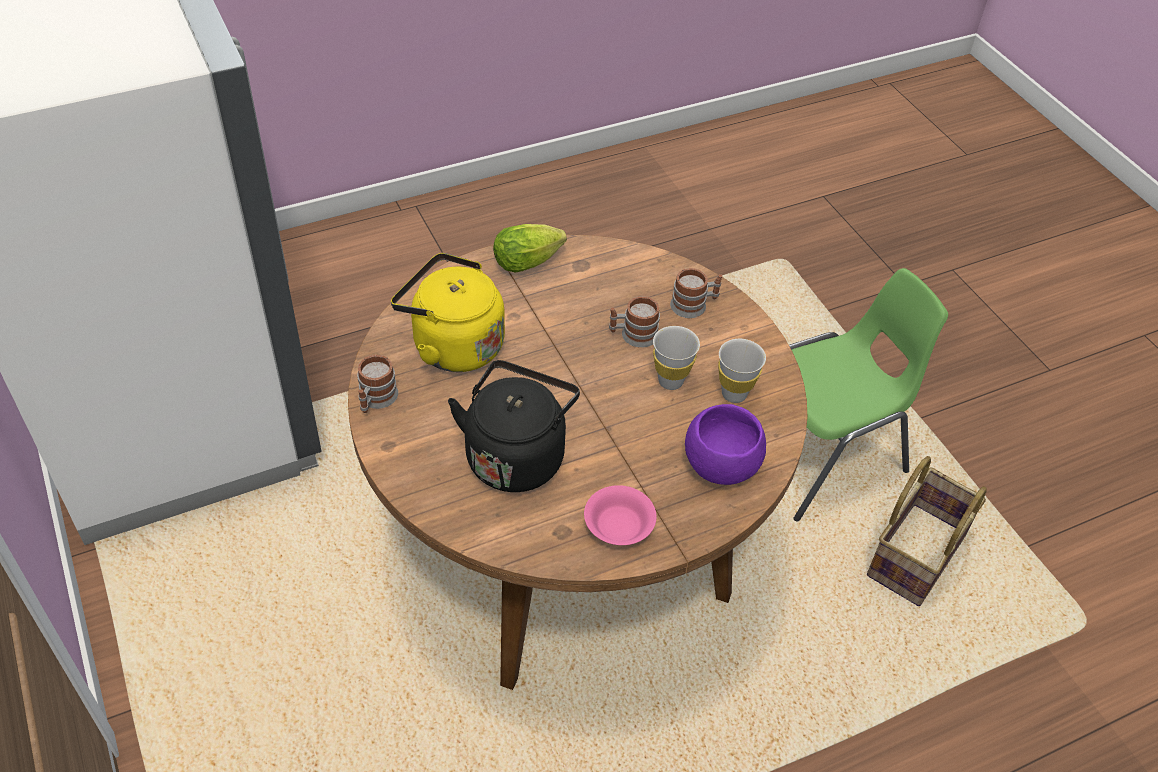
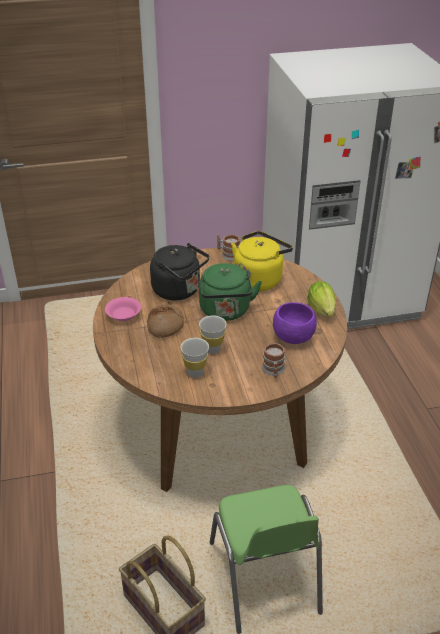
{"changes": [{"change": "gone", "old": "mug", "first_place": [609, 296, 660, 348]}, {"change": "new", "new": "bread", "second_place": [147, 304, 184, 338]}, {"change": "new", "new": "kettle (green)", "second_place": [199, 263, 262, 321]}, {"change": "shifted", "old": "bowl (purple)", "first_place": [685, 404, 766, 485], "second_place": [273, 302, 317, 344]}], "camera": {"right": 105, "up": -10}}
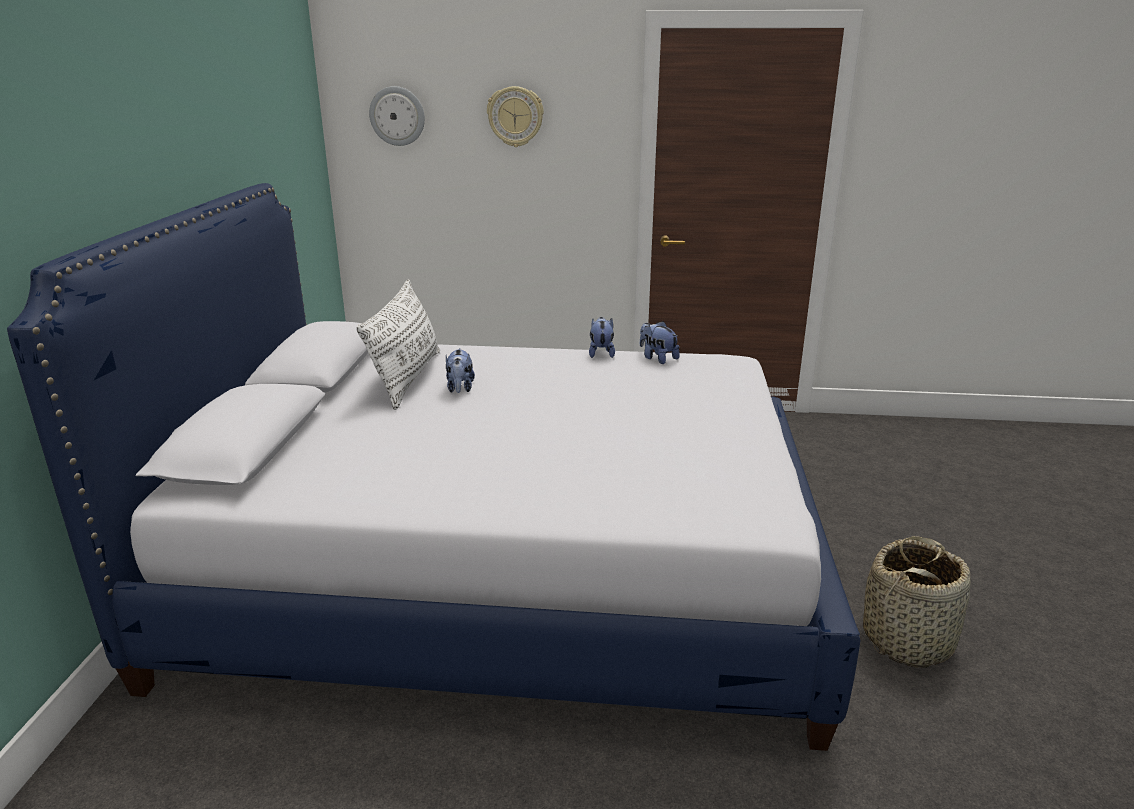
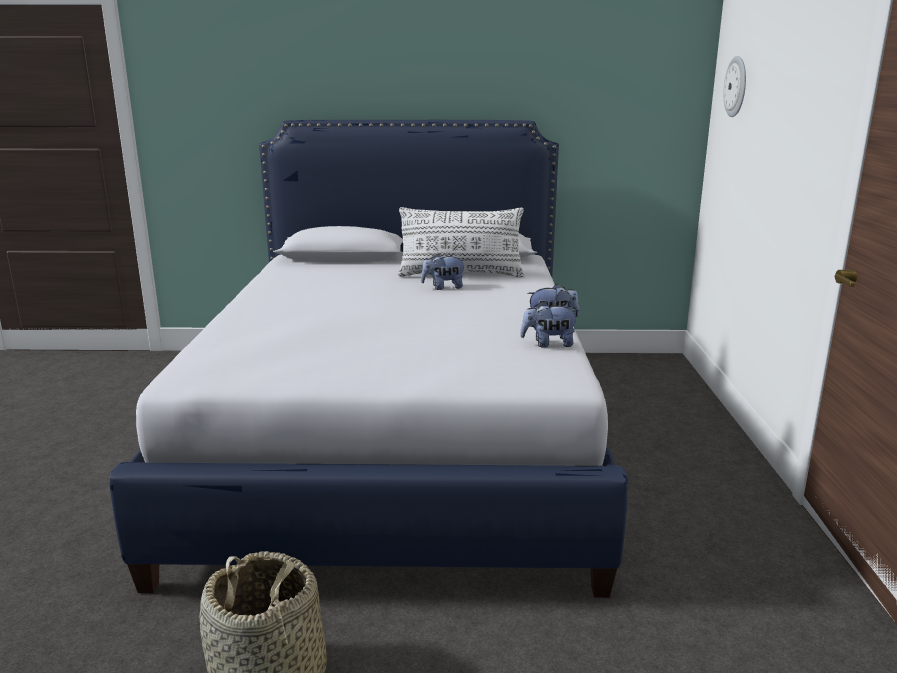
{"changes": [{"change": "gone", "old": "wall clock", "first_place": [487, 86, 544, 147]}, {"change": "rotated", "old": "plush toy", "first_place": [640, 321, 680, 364], "second_place": [520, 301, 580, 348], "degrees": -135}], "camera": {"right": 85, "up": -5}}
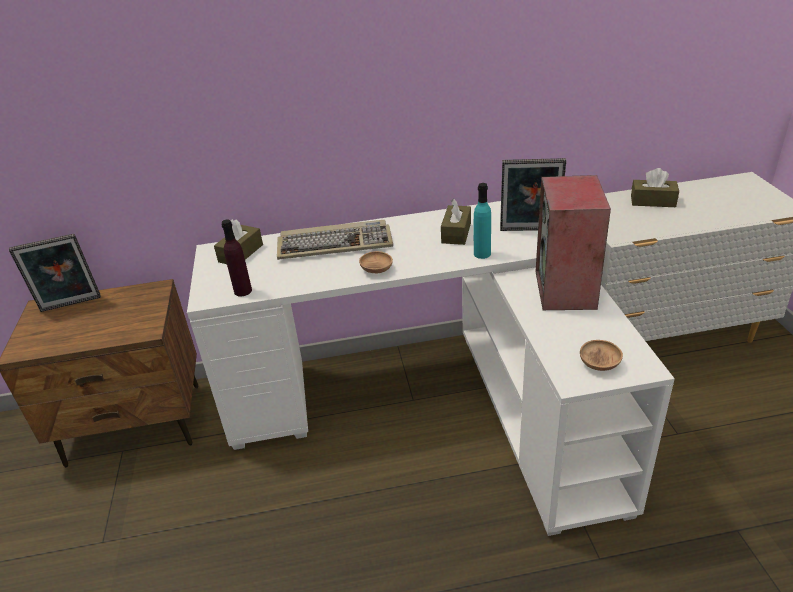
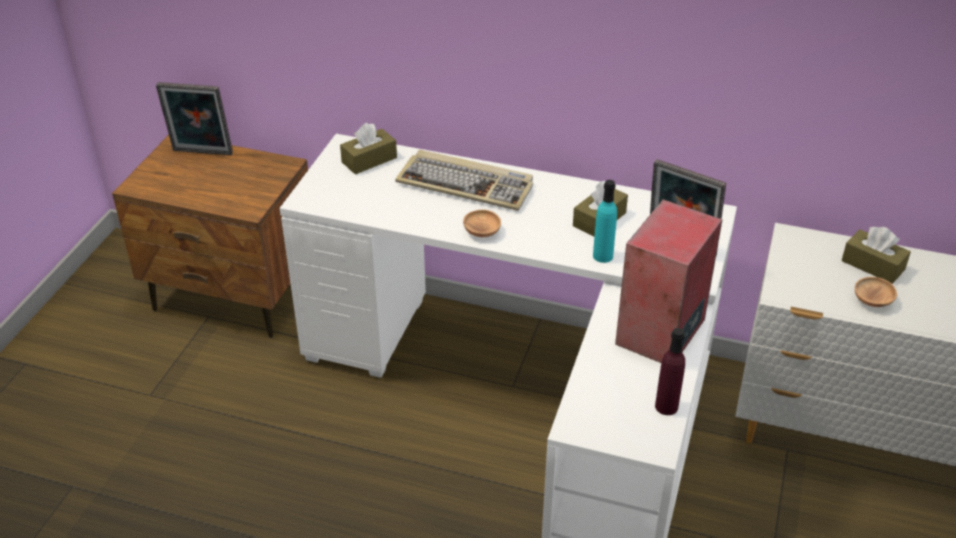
{"changes": [{"change": "shifted", "old": "bottle (purple)", "first_place": [221, 219, 252, 297], "second_place": [655, 328, 685, 415]}, {"change": "shifted", "old": "bowl (brown)", "first_place": [580, 340, 623, 371], "second_place": [855, 277, 897, 307]}], "camera": {"right": 25, "up": 5}}
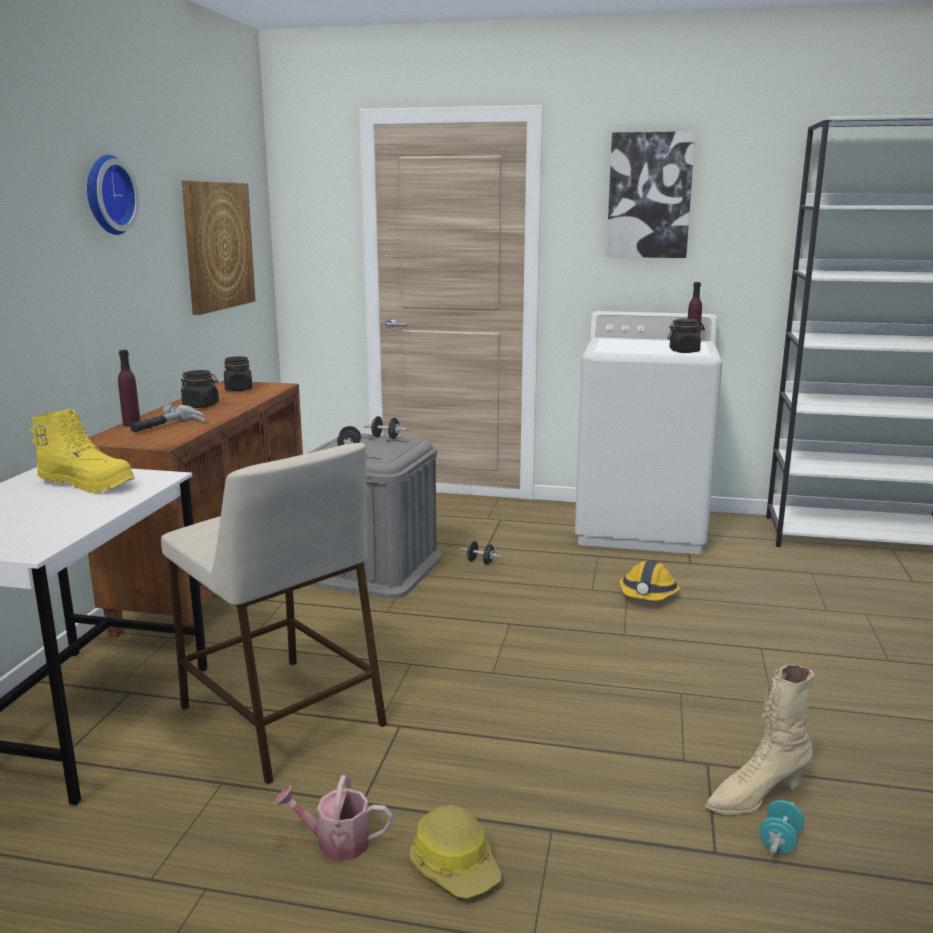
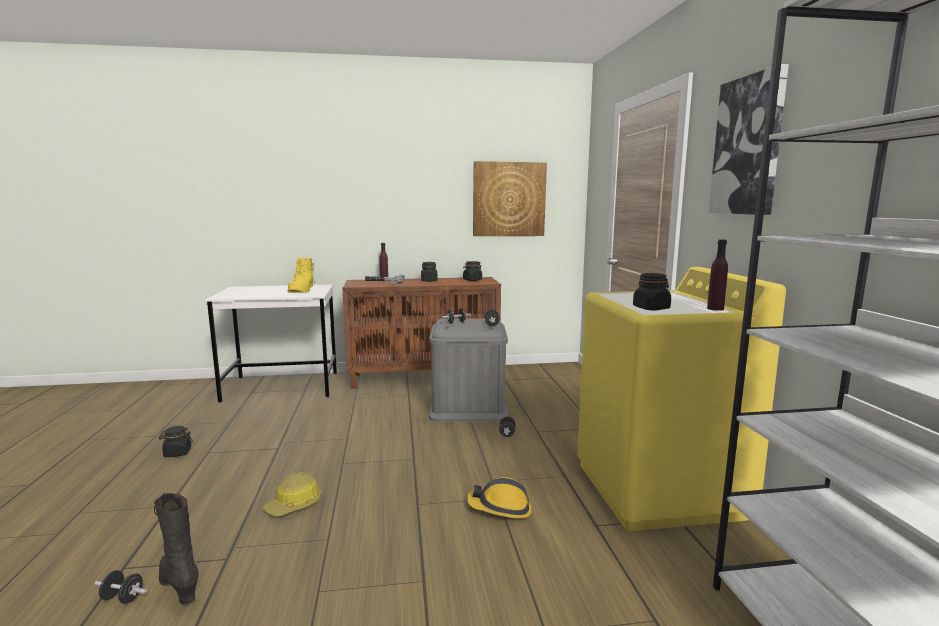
{"changes": [{"change": "gone", "old": "wall clock", "first_place": [87, 155, 139, 235]}, {"change": "gone", "old": "stool (beige)", "first_place": [161, 443, 387, 785]}, {"change": "shifted", "old": "hard hat", "first_place": [410, 804, 502, 899], "second_place": [263, 472, 321, 516]}, {"change": "swapped", "old": "watering can", "new": "jar (black)", "first_place": [275, 775, 392, 861], "second_place": [159, 426, 193, 457]}, {"change": "repainted", "old": "washing machine (white)", "new": "washing machine (yellow)", "first_place": [575, 311, 723, 554], "second_place": [578, 267, 786, 531]}, {"change": "repainted", "old": "boot (beige)", "new": "boot (black)", "first_place": [705, 665, 814, 815], "second_place": [154, 493, 199, 605]}, {"change": "repainted", "old": "dumbbell (turquoise)", "new": "dumbbell (black)", "first_place": [759, 800, 804, 853], "second_place": [95, 570, 147, 604]}], "camera": {"right": 70, "up": -5}}
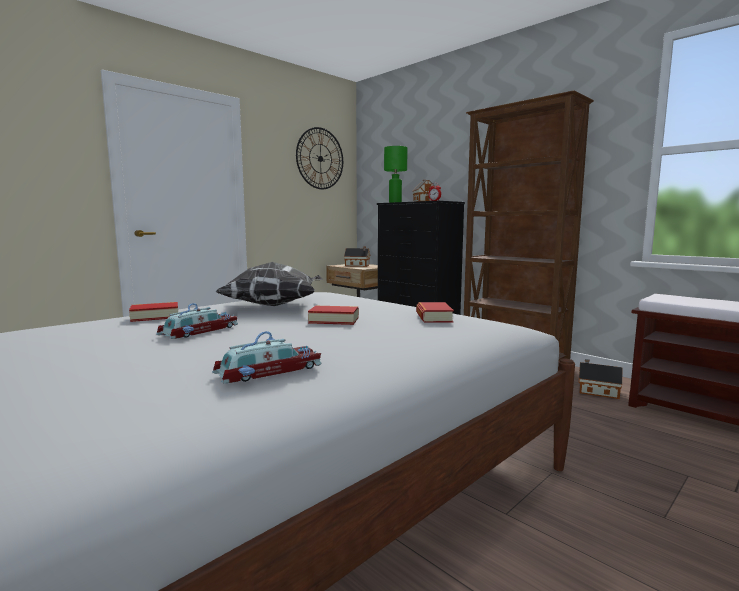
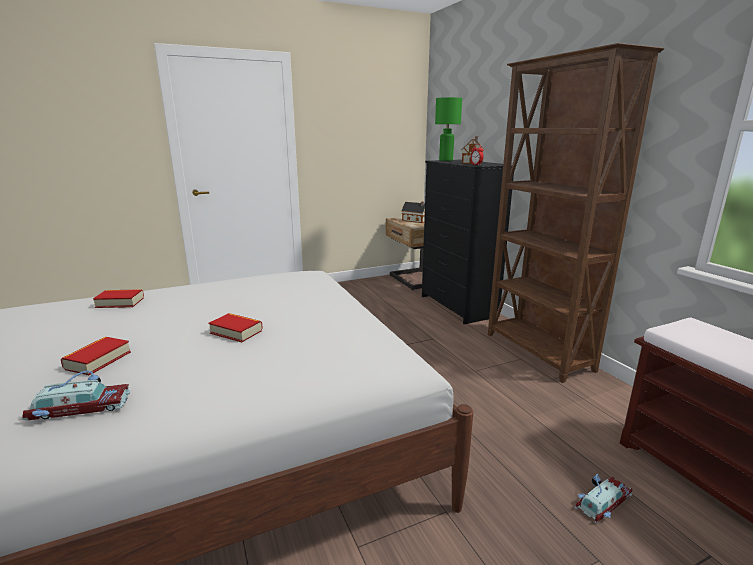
{"changes": [{"change": "gone", "old": "pillow", "first_place": [215, 262, 323, 306]}, {"change": "gone", "old": "wall clock", "first_place": [296, 127, 343, 189]}, {"change": "gone", "old": "toy house", "first_place": [579, 359, 623, 399]}, {"change": "shifted", "old": "toy car", "first_place": [156, 303, 238, 339], "second_place": [575, 474, 633, 523]}, {"change": "shifted", "old": "book", "first_place": [416, 302, 454, 323], "second_place": [61, 337, 131, 375]}], "camera": {"right": 20, "up": 10}}
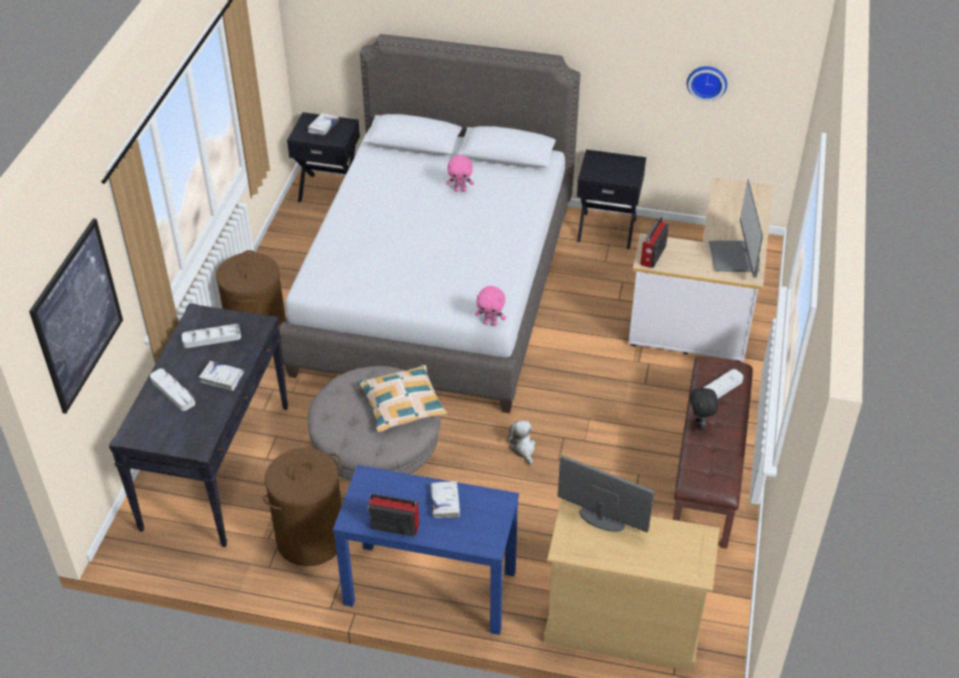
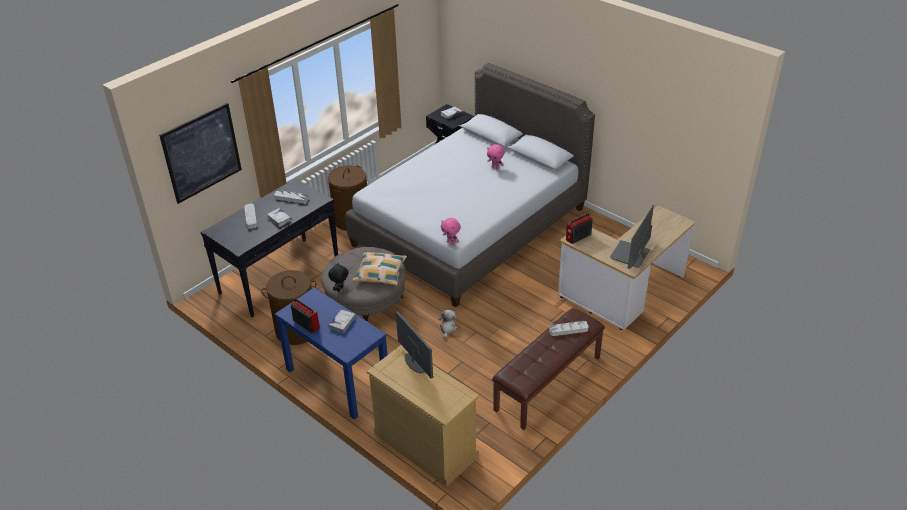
{"changes": [{"change": "gone", "old": "nightstand (black)", "first_place": [577, 149, 646, 249]}, {"change": "gone", "old": "wall clock", "first_place": [687, 66, 727, 102]}, {"change": "shifted", "old": "plush toy (black)", "first_place": [690, 385, 718, 430], "second_place": [329, 262, 349, 292]}], "camera": {"right": 30, "up": -5}}
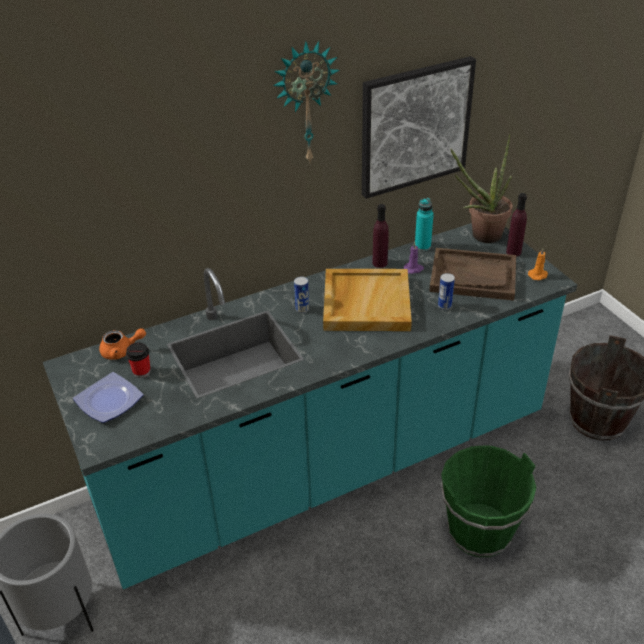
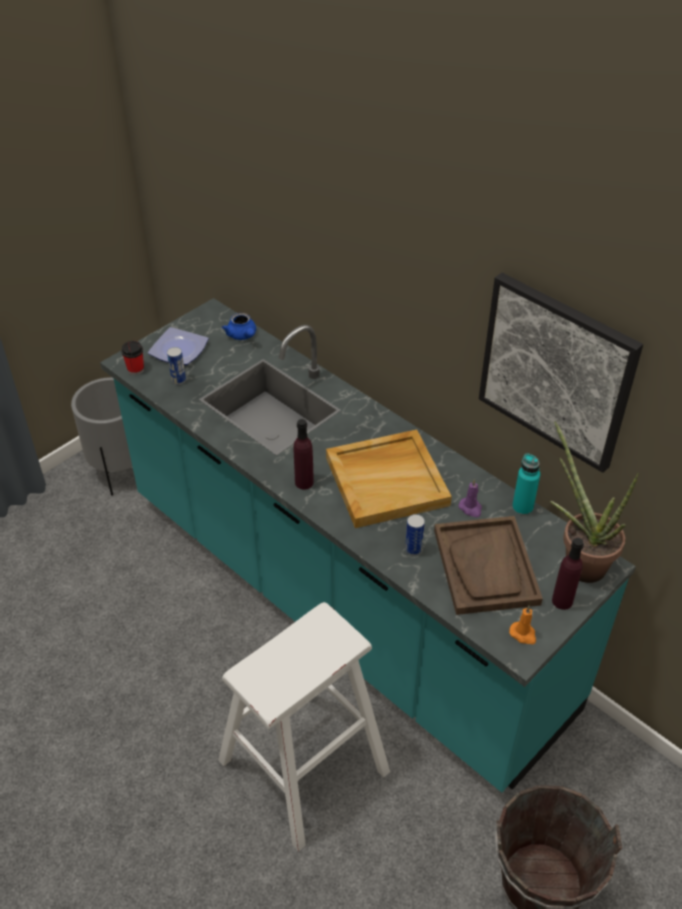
{"changes": [{"change": "gone", "old": "wall clock", "first_place": [273, 41, 340, 164]}, {"change": "shifted", "old": "cup", "first_place": [126, 342, 150, 378], "second_place": [121, 341, 144, 375]}, {"change": "shifted", "old": "can", "first_place": [294, 277, 309, 313], "second_place": [167, 347, 186, 385]}, {"change": "shifted", "old": "bottle (purple)", "first_place": [372, 204, 389, 268], "second_place": [294, 419, 314, 489]}, {"change": "swapped", "old": "bucket (green)", "new": "stool (white)", "first_place": [441, 445, 536, 557], "second_place": [218, 602, 390, 852]}, {"change": "repainted", "old": "teapot (orange)", "new": "teapot (blue)", "first_place": [99, 328, 146, 360], "second_place": [222, 313, 256, 340]}], "camera": {"right": 70, "up": 5}}
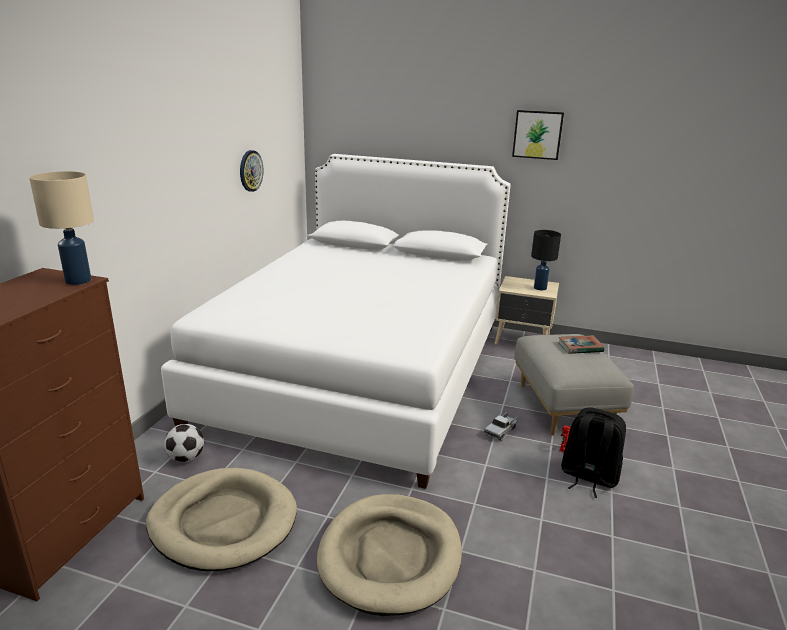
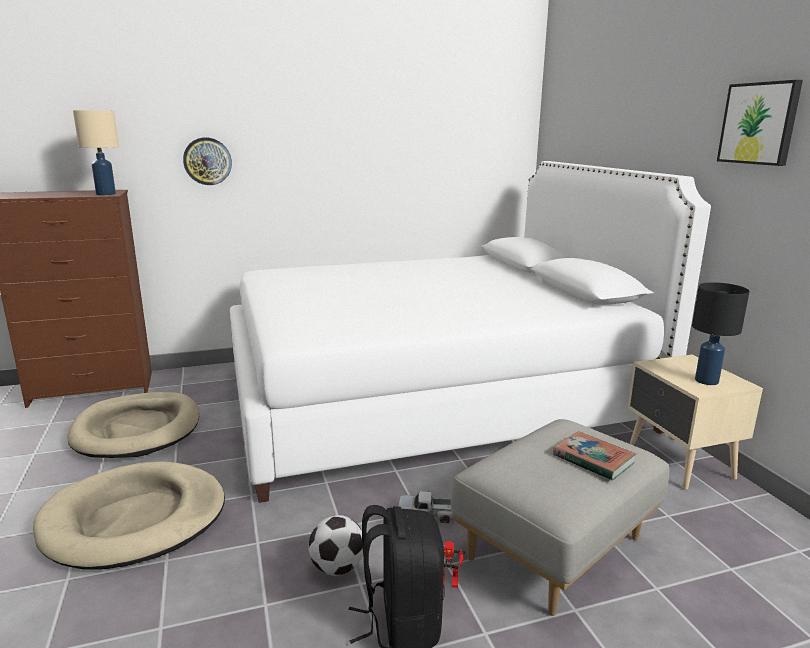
{"changes": [{"change": "shifted", "old": "football", "first_place": [164, 424, 204, 462], "second_place": [308, 515, 363, 576]}, {"change": "shifted", "old": "wall clock", "first_place": [240, 150, 263, 192], "second_place": [183, 137, 232, 185]}], "camera": {"right": 55, "up": -5}}
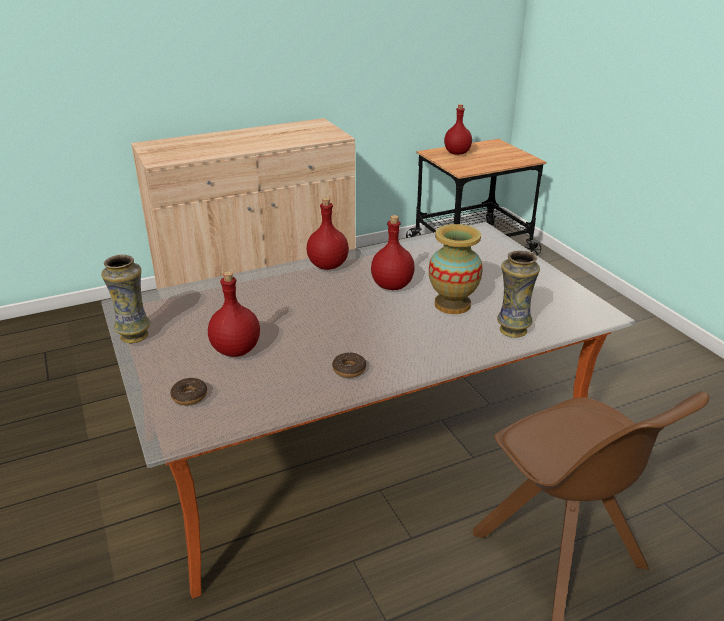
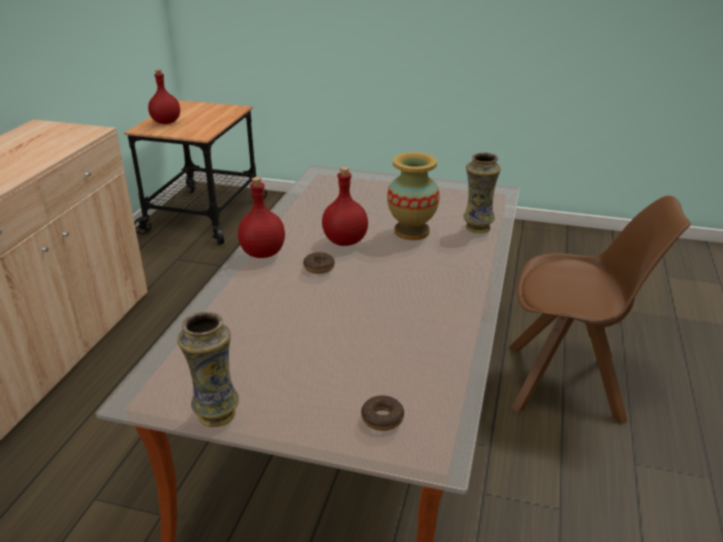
{"changes": [{"change": "gone", "old": "bottle (red)", "first_place": [208, 271, 260, 357]}, {"change": "shifted", "old": "donut", "first_place": [332, 353, 366, 378], "second_place": [303, 252, 335, 274]}], "camera": {"right": -50, "up": 0}}
